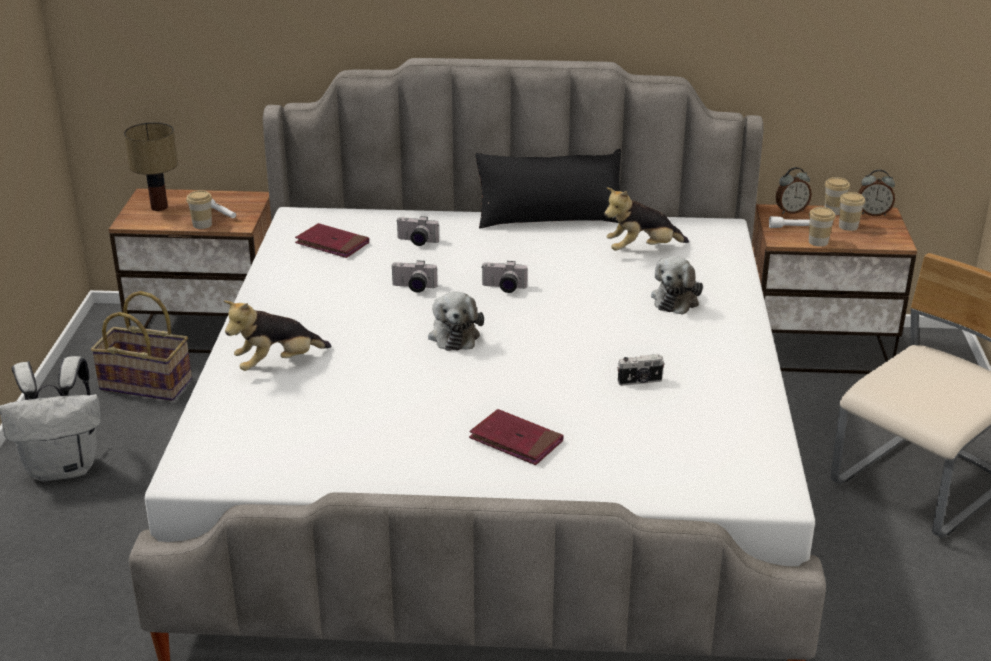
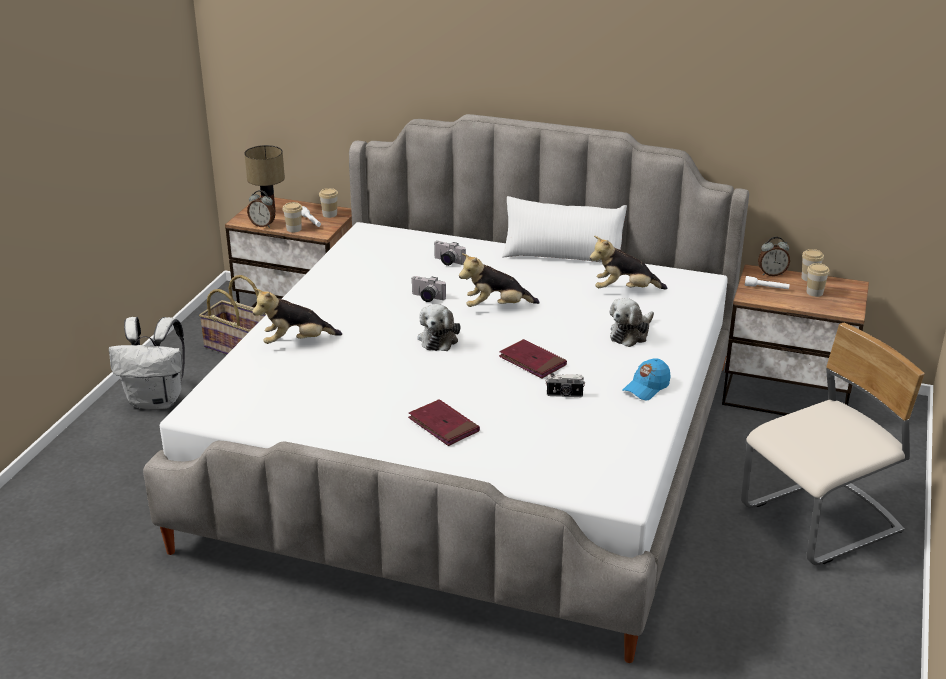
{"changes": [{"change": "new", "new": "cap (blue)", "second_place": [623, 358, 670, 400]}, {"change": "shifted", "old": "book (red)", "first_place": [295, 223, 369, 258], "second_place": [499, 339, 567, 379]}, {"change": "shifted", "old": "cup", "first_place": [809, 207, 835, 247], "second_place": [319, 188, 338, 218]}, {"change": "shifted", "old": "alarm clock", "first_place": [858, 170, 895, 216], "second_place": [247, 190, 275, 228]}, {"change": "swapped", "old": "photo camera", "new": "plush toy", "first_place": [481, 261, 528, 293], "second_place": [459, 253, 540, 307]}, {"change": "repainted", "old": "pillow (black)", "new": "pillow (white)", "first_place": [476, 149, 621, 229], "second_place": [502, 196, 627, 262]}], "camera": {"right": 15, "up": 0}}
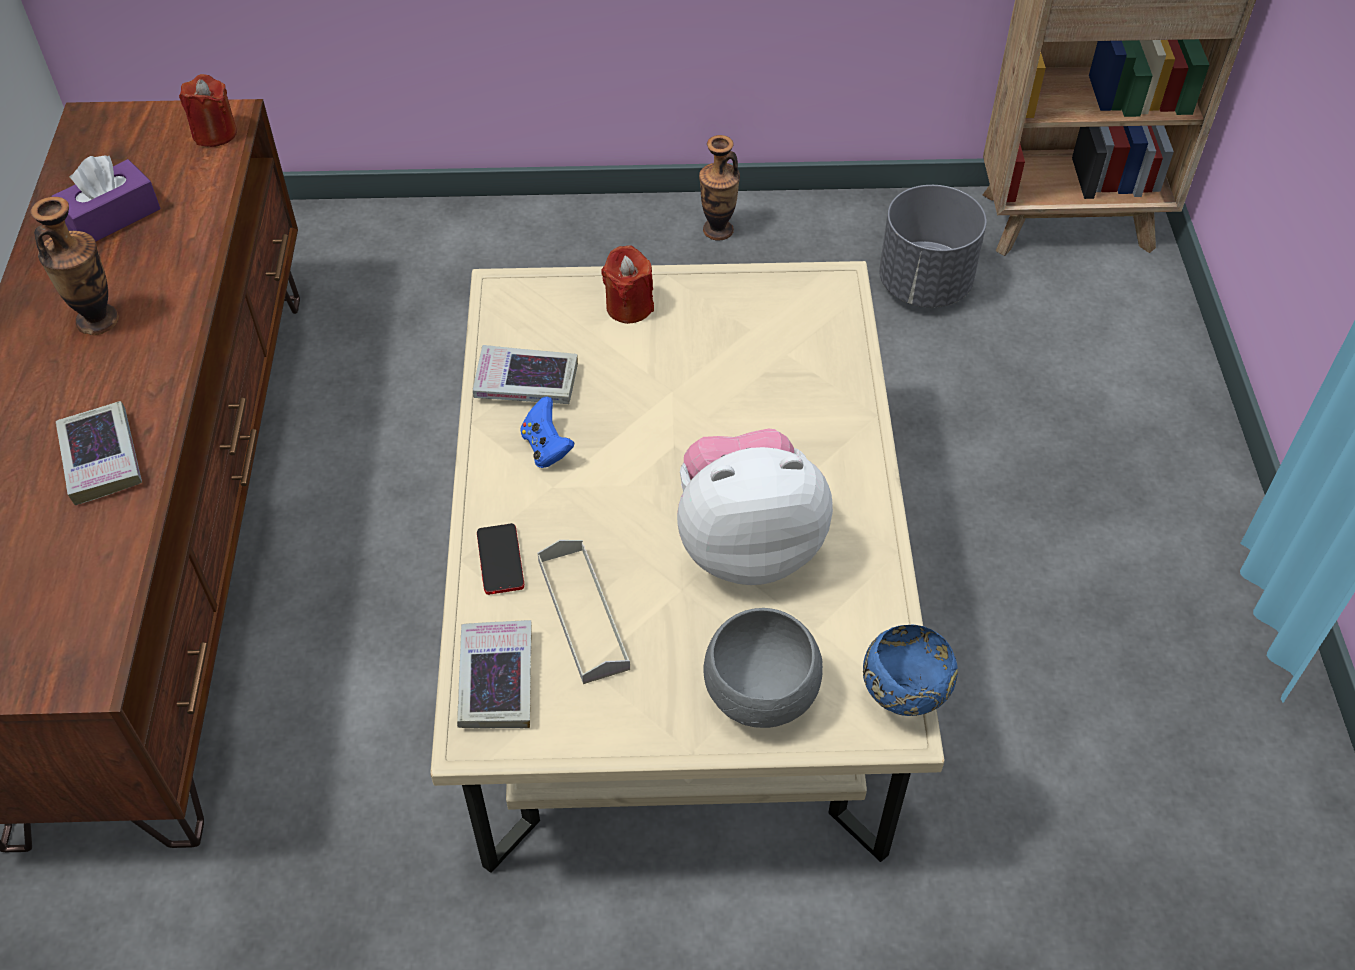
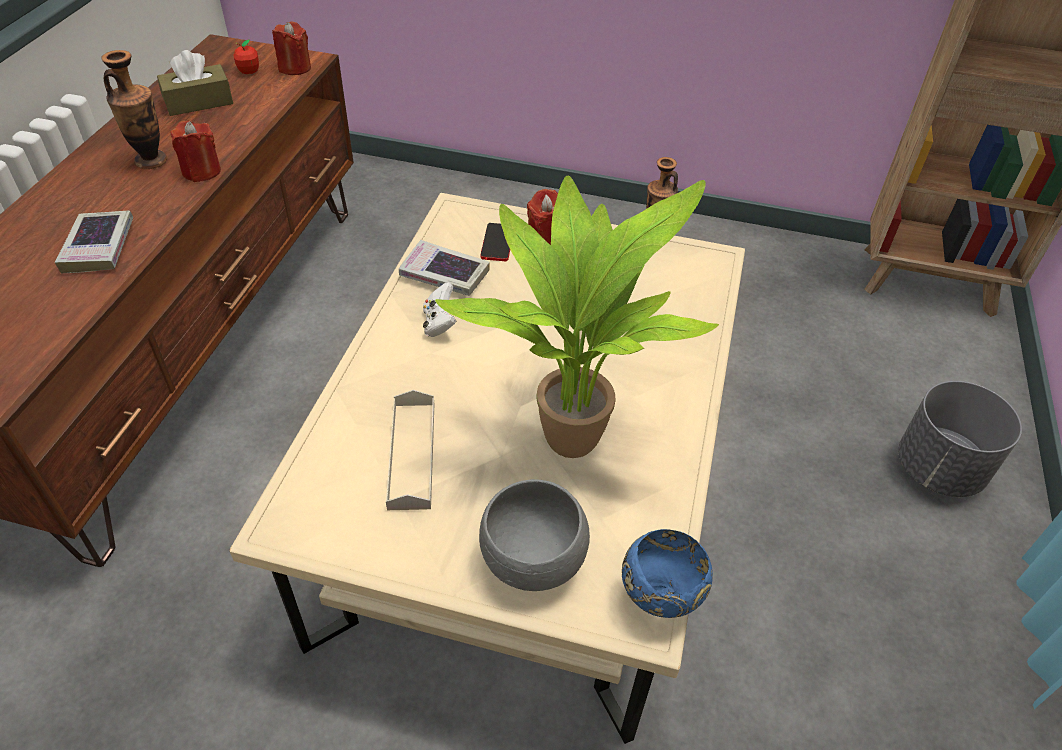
{"changes": [{"change": "gone", "old": "book", "first_place": [457, 620, 532, 728]}, {"change": "new", "new": "candle (red)", "second_place": [170, 121, 221, 182]}, {"change": "new", "new": "apple", "second_place": [234, 39, 259, 74]}, {"change": "shifted", "old": "phone", "first_place": [477, 523, 524, 595], "second_place": [481, 223, 510, 261]}, {"change": "shifted", "old": "planter (grey)", "first_place": [879, 185, 987, 307], "second_place": [898, 381, 1022, 497]}, {"change": "swapped", "old": "plush toy", "new": "potted plant", "first_place": [677, 429, 833, 585], "second_place": [435, 176, 719, 458]}, {"change": "repainted", "old": "tissue box (purple)", "new": "tissue box (brown)", "first_place": [51, 156, 160, 241], "second_place": [157, 50, 233, 116]}, {"change": "repainted", "old": "game controller (blue)", "new": "game controller (white)", "first_place": [520, 397, 574, 468], "second_place": [423, 283, 456, 337]}], "camera": {"right": 15, "up": -5}}
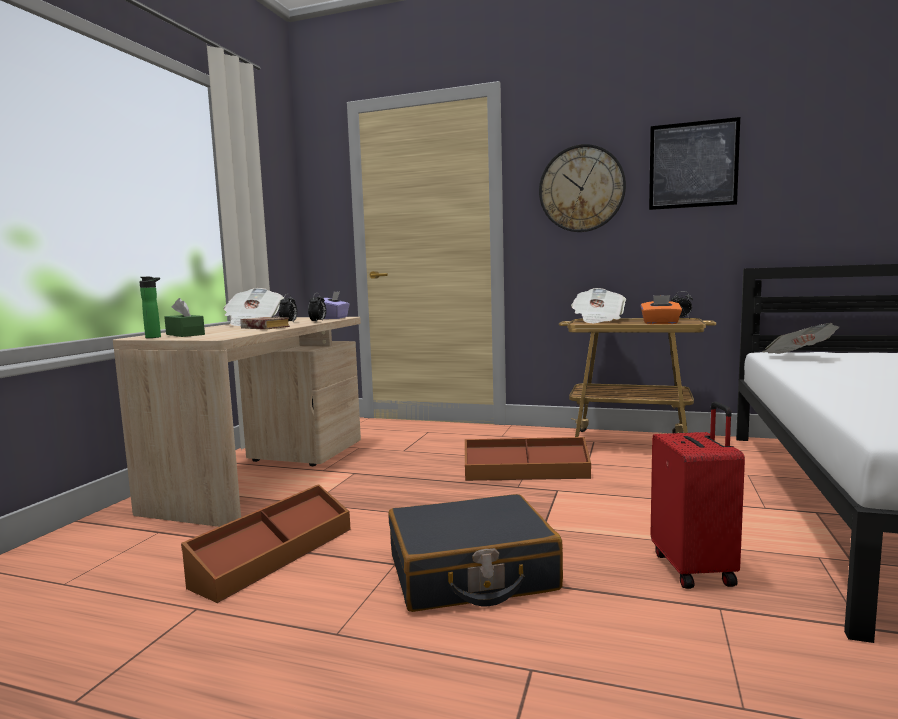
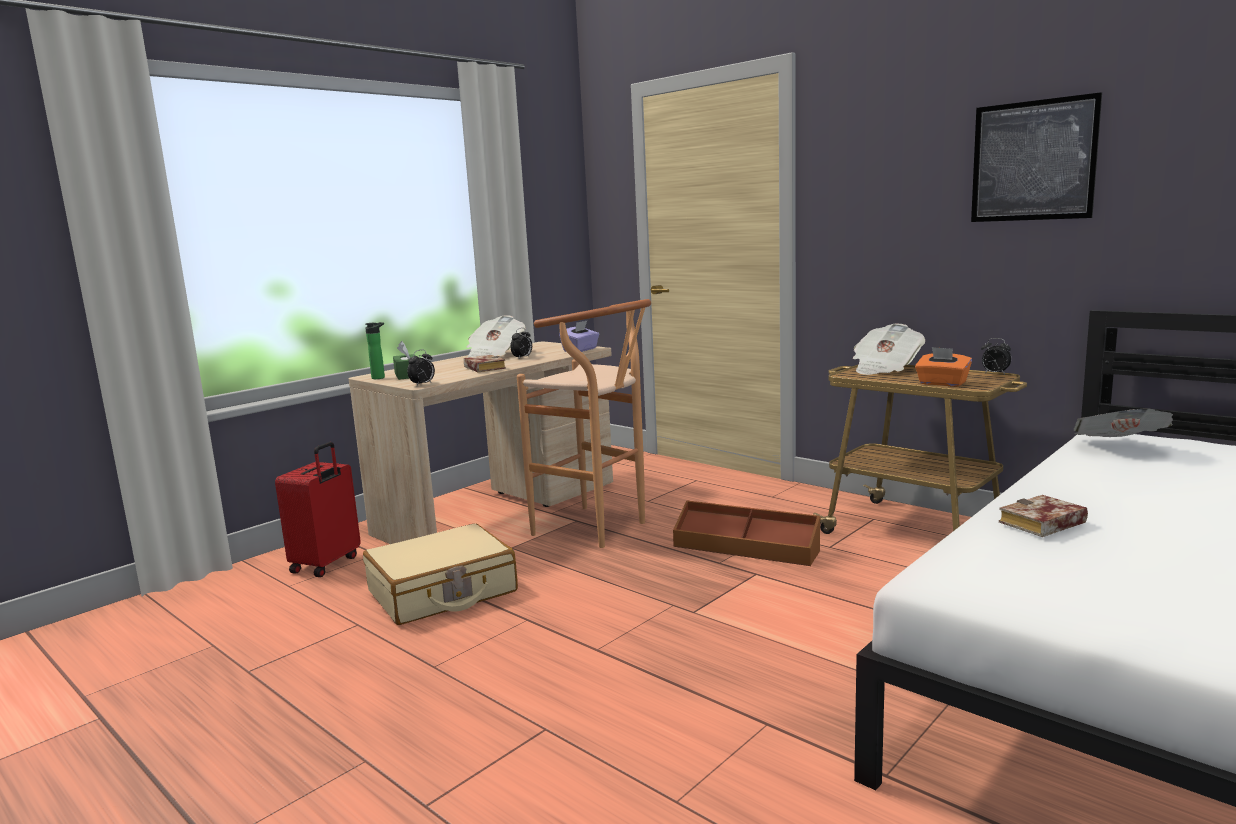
{"changes": [{"change": "gone", "old": "suitcase (black)", "first_place": [388, 494, 563, 612]}, {"change": "gone", "old": "wall clock", "first_place": [539, 144, 626, 232]}, {"change": "new", "new": "stool (brown)", "second_place": [517, 299, 651, 548]}, {"change": "new", "new": "book", "second_place": [999, 495, 1088, 537]}, {"change": "shifted", "old": "alarm clock", "first_place": [308, 293, 326, 322], "second_place": [407, 349, 435, 386]}, {"change": "shifted", "old": "suitcase (red)", "first_place": [650, 402, 745, 589], "second_place": [275, 442, 361, 577]}, {"change": "swapped", "old": "storage box (brown)", "new": "suitcase (beige)", "first_place": [181, 484, 351, 603], "second_place": [363, 523, 518, 625]}], "camera": {"right": 25, "up": 5}}
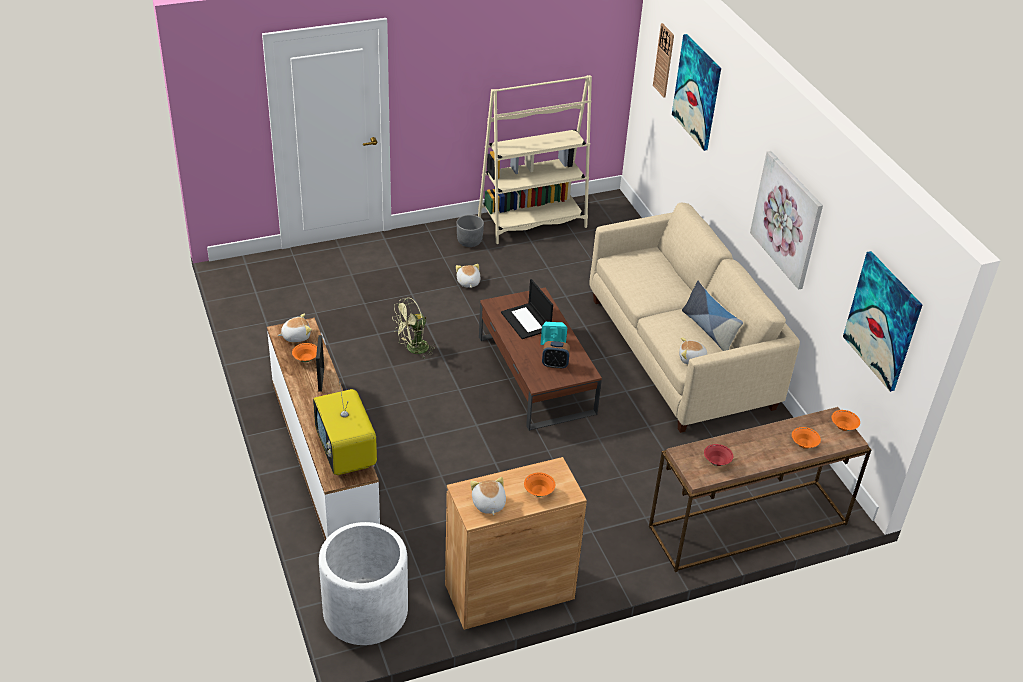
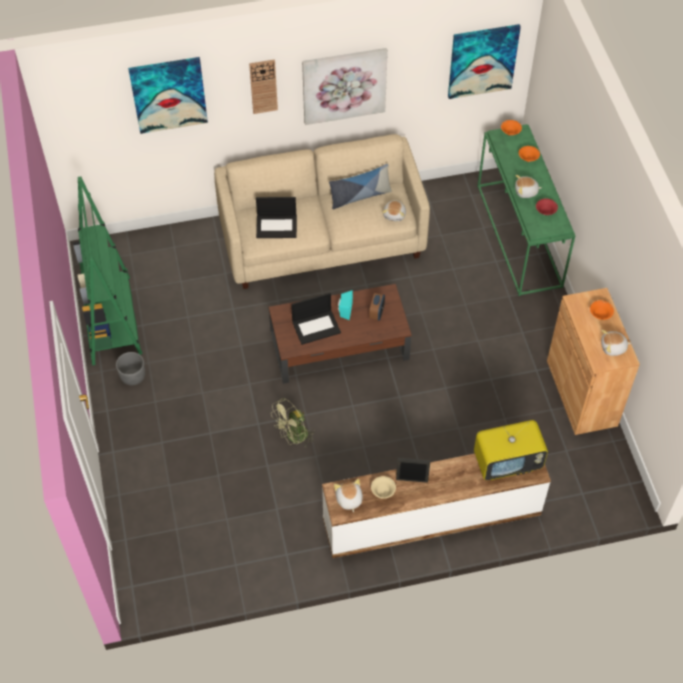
{"changes": [{"change": "gone", "old": "planter (white)", "first_place": [319, 522, 408, 645]}, {"change": "new", "new": "laptop", "second_place": [256, 197, 297, 238]}, {"change": "shifted", "old": "plush toy", "first_place": [456, 264, 481, 288], "second_place": [515, 175, 542, 198]}, {"change": "shifted", "old": "wall clock", "first_place": [653, 23, 674, 98], "second_place": [249, 59, 278, 114]}, {"change": "repainted", "old": "bowl (orange)", "new": "bowl (beige)", "first_place": [292, 343, 317, 362], "second_place": [371, 476, 396, 499]}, {"change": "repainted", "old": "bookcase (beige)", "new": "bookcase (green)", "first_place": [478, 75, 592, 244], "second_place": [73, 176, 143, 365]}, {"change": "repainted", "old": "console table (brown)", "new": "console table (green)", "first_place": [649, 407, 871, 572], "second_place": [477, 124, 575, 296]}, {"change": "rotated", "old": "fan (green)", "first_place": [392, 297, 437, 358], "second_place": [271, 398, 315, 447], "degrees": 75}], "camera": {"right": -80, "up": 15}}
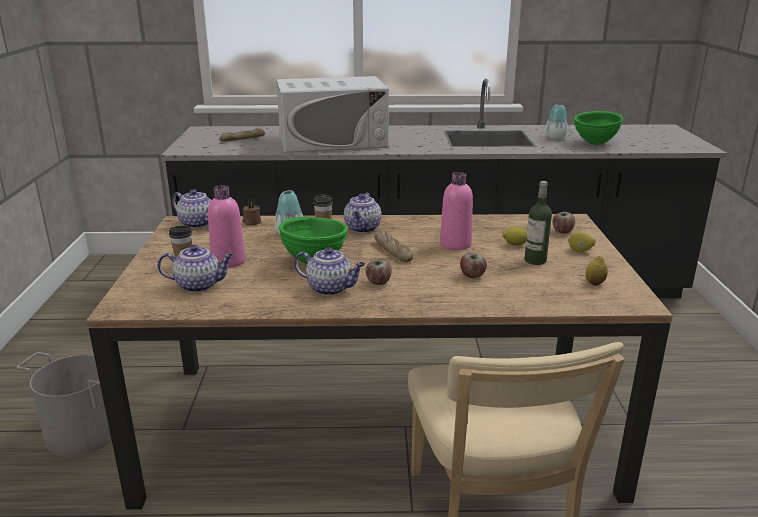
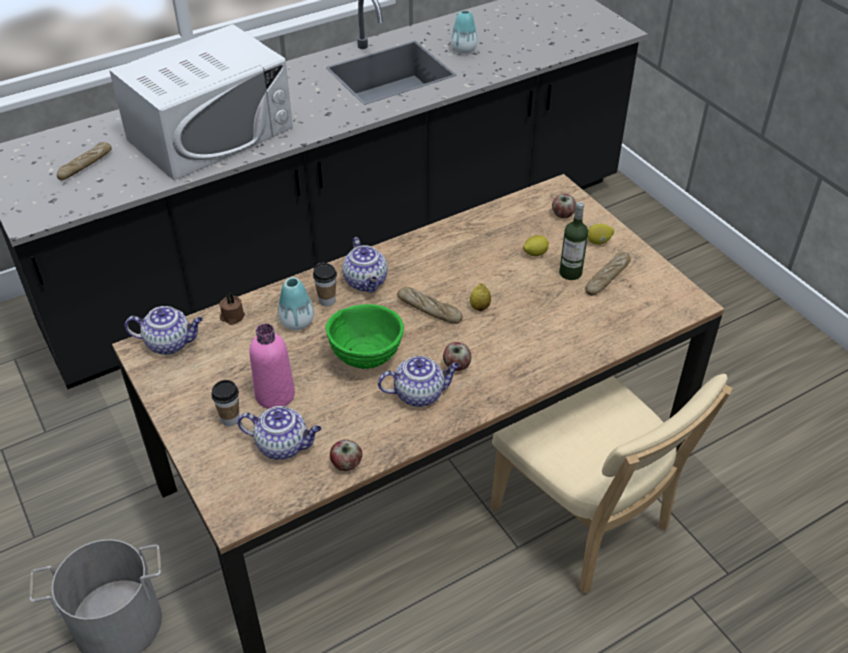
{"changes": [{"change": "gone", "old": "bottle (pink)", "first_place": [440, 172, 473, 250]}, {"change": "gone", "old": "bowl (green)", "first_place": [574, 111, 623, 145]}, {"change": "new", "new": "bread", "second_place": [586, 252, 631, 296]}, {"change": "shifted", "old": "apple", "first_place": [460, 253, 487, 278], "second_place": [330, 439, 362, 471]}, {"change": "shifted", "old": "lemon", "first_place": [585, 256, 608, 286], "second_place": [470, 283, 491, 311]}, {"change": "rotated", "old": "teapot", "first_place": [157, 245, 233, 292], "second_place": [238, 406, 322, 460], "degrees": 45}], "camera": {"right": -30, "up": 20}}
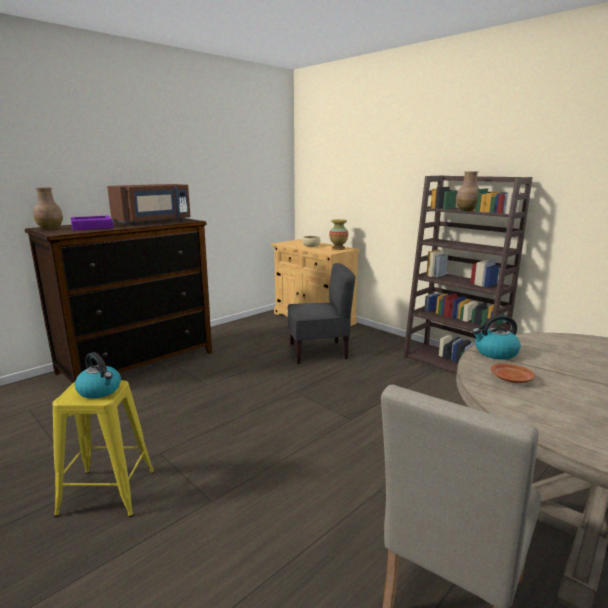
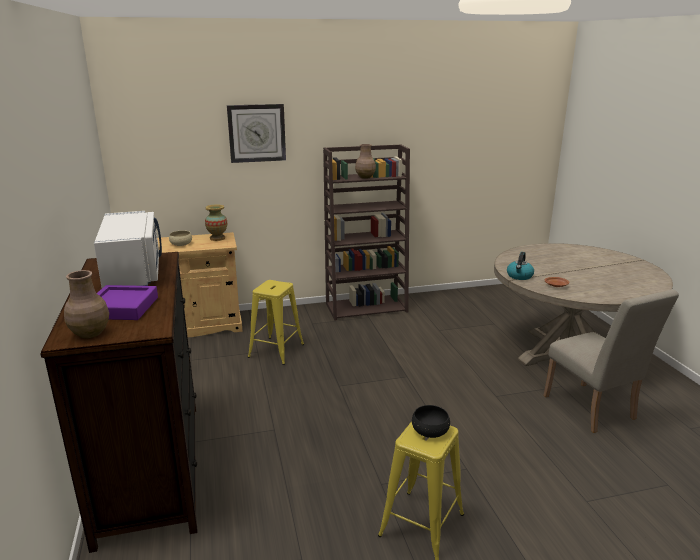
{"changes": [{"change": "new", "new": "wall clock", "second_place": [227, 104, 286, 163]}, {"change": "swapped", "old": "kettle", "new": "bowl (black)", "first_place": [75, 352, 121, 398], "second_place": [412, 405, 450, 438]}, {"change": "swapped", "old": "chair (grey)", "new": "stool (yellow)", "first_place": [288, 263, 355, 364], "second_place": [248, 280, 304, 365]}, {"change": "repainted", "old": "microwave (brown)", "new": "microwave (white)", "first_place": [107, 184, 191, 225], "second_place": [94, 211, 162, 288]}], "camera": {"right": -60, "up": 5}}
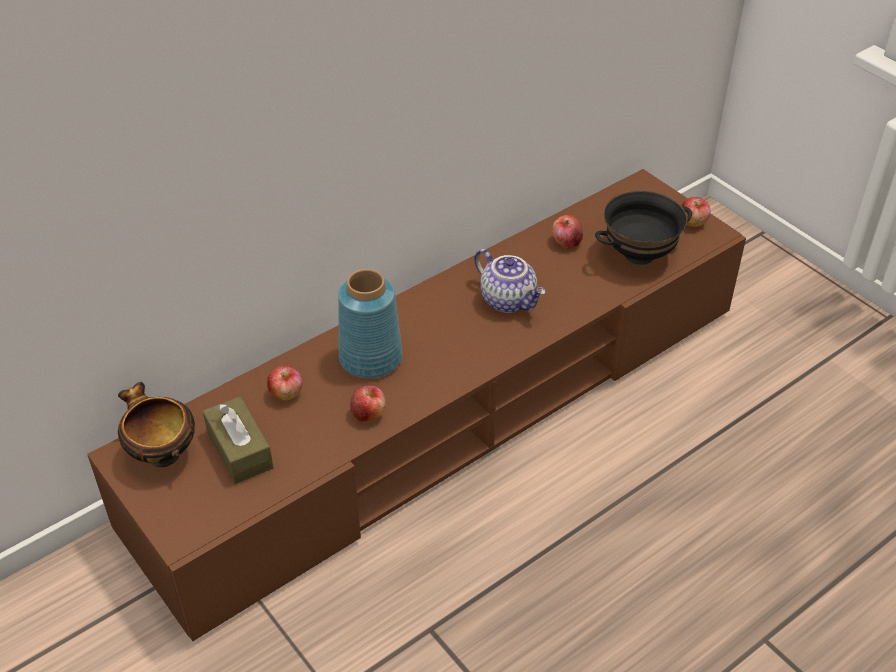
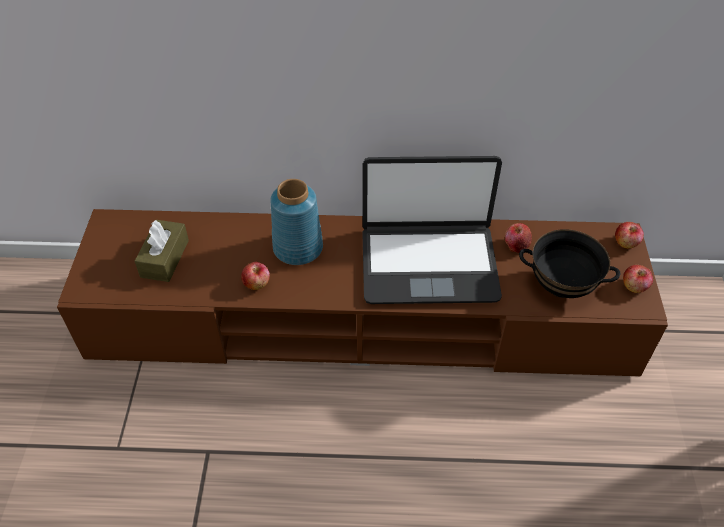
{"changes": [{"change": "gone", "old": "bowl", "first_place": [118, 382, 195, 467]}, {"change": "shifted", "old": "apple", "first_place": [267, 365, 303, 401], "second_place": [615, 222, 644, 249]}, {"change": "swapped", "old": "teapot", "new": "laptop", "first_place": [474, 249, 545, 313], "second_place": [362, 156, 502, 304]}], "camera": {"right": 40, "up": 5}}
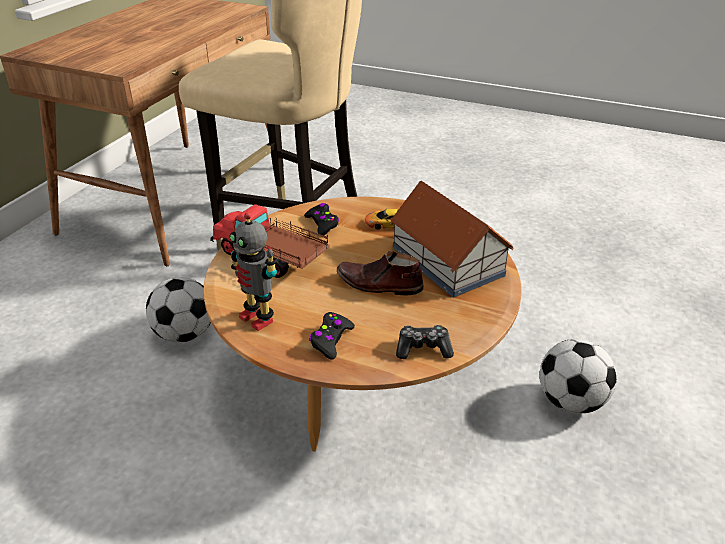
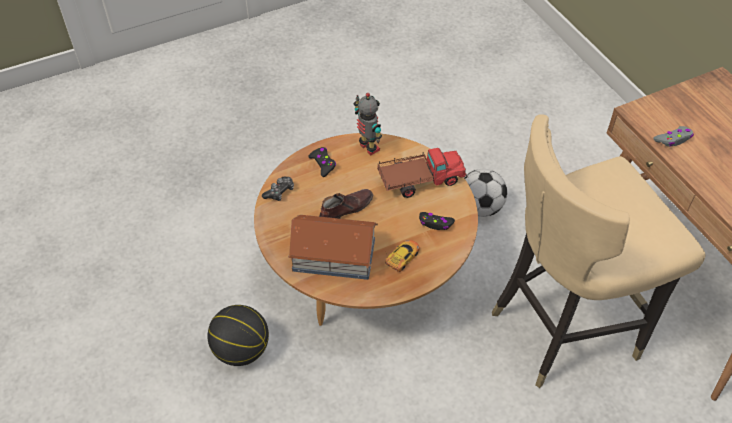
{"changes": [{"change": "new", "new": "game controller (grey)", "second_place": [653, 126, 694, 147]}, {"change": "swapped", "old": "football", "new": "basketball", "first_place": [539, 339, 617, 414], "second_place": [207, 305, 269, 366]}, {"change": "rotated", "old": "toy robot", "first_place": [230, 212, 278, 331], "second_place": [354, 93, 382, 155], "degrees": 60}], "camera": {"right": 130, "up": 15}}
